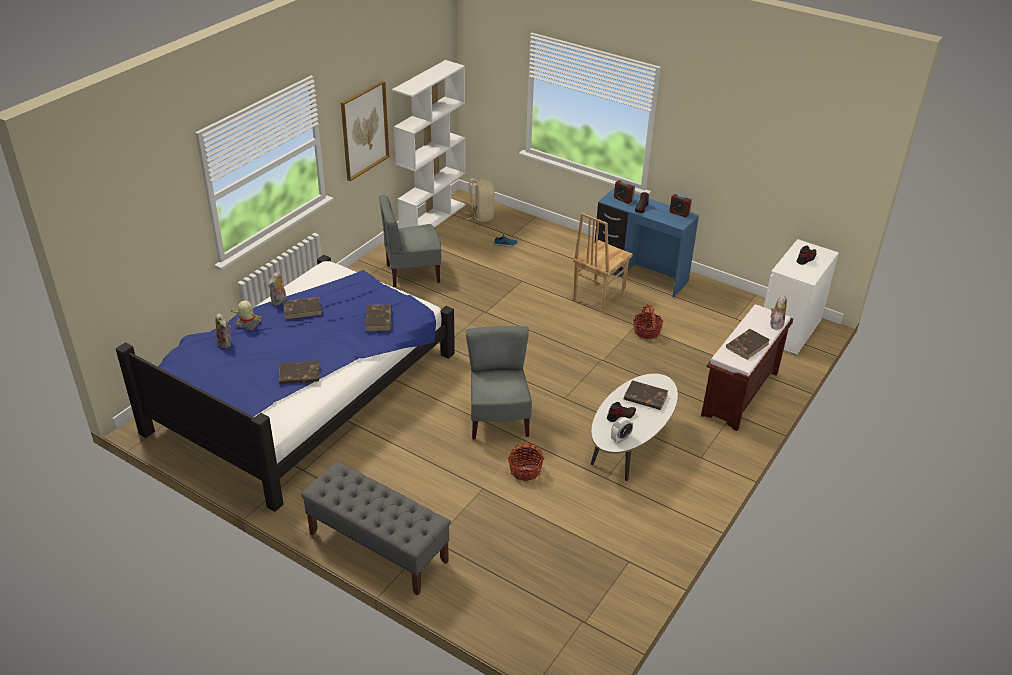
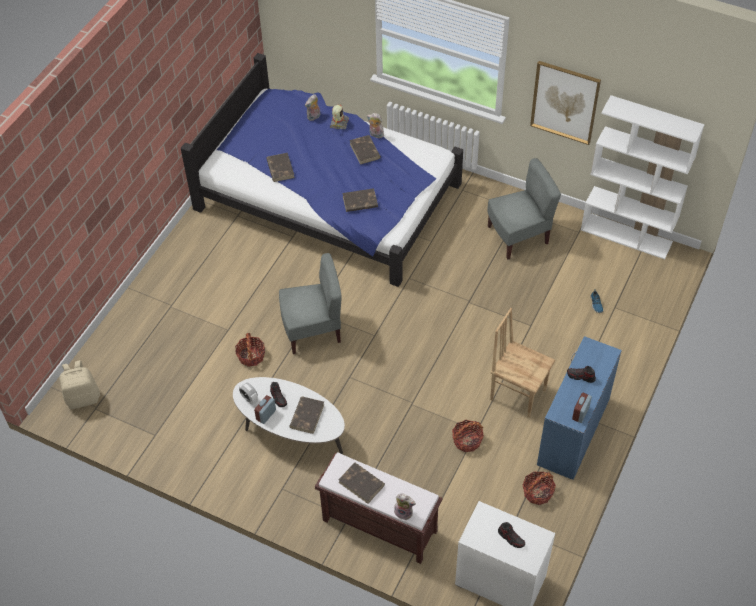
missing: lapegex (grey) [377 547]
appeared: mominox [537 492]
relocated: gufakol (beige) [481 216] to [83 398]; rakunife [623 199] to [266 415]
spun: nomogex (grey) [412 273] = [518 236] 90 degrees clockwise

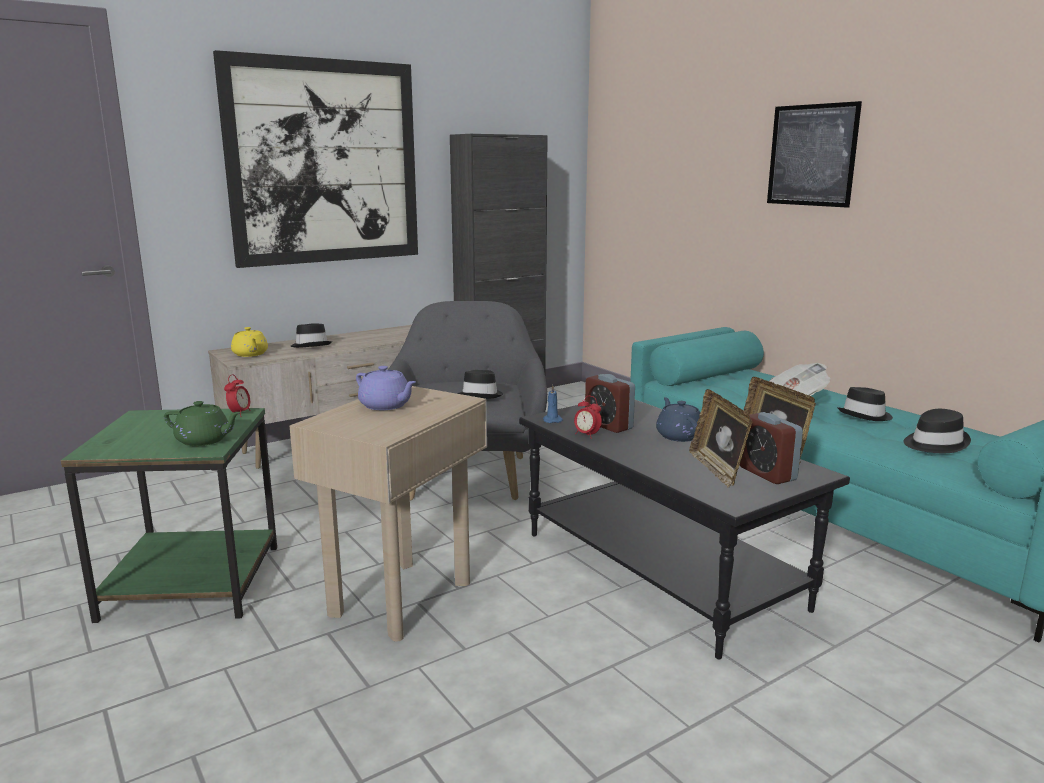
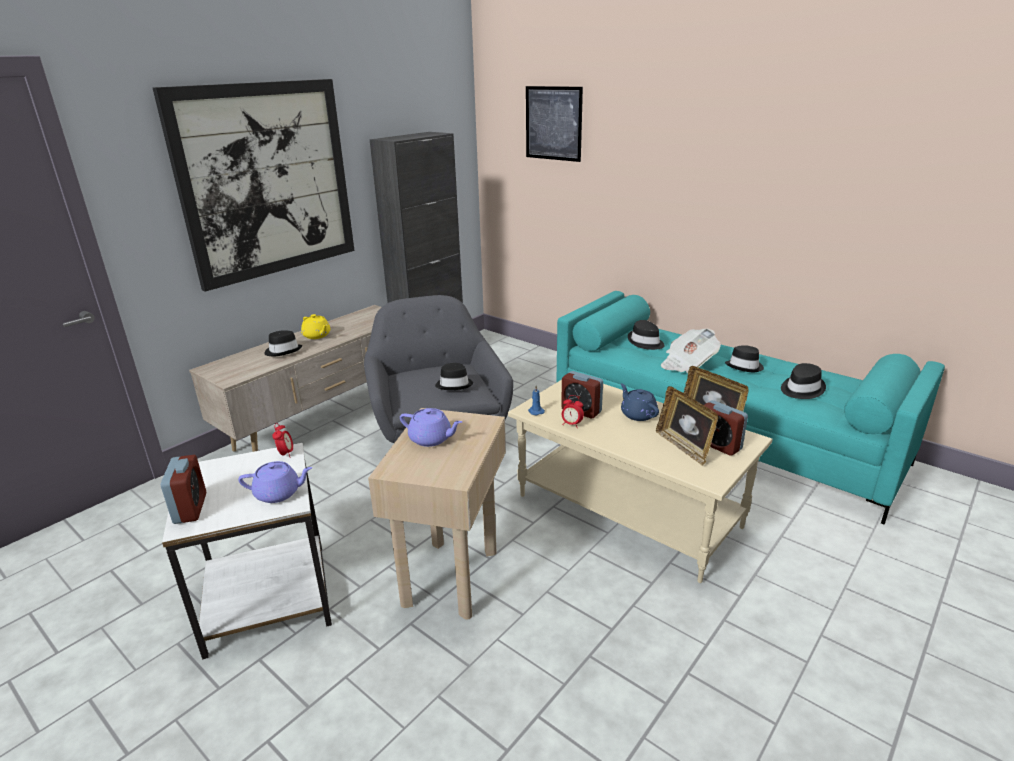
appeared: rakunife [190 508]; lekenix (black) [645 342]
relocated: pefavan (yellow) [250 354] to [317 336]; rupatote [812 155] to [553 123]
colour: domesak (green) [191 581] to domesak (white) [266 597]; pefavan (green) [204 440] to pefavan (purple) [279 493]; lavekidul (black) [662 570] to lavekidul (beige) [629 510]

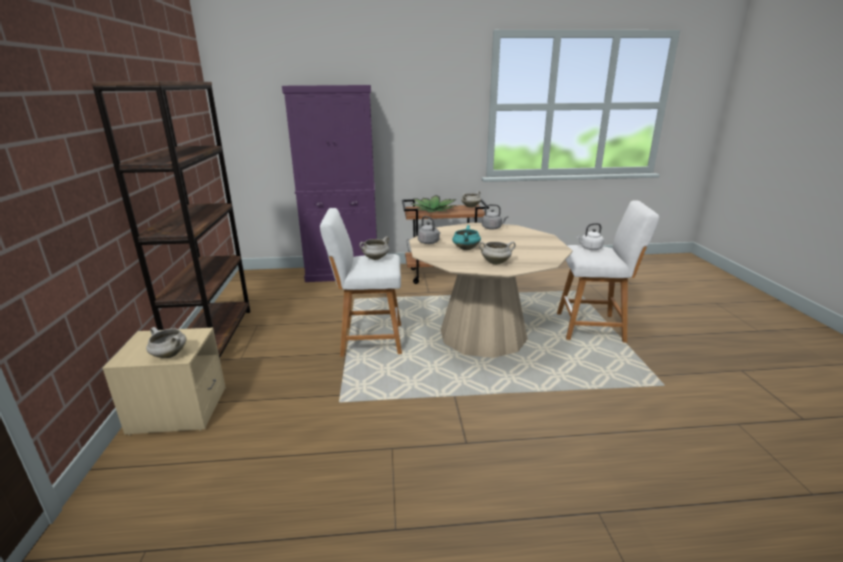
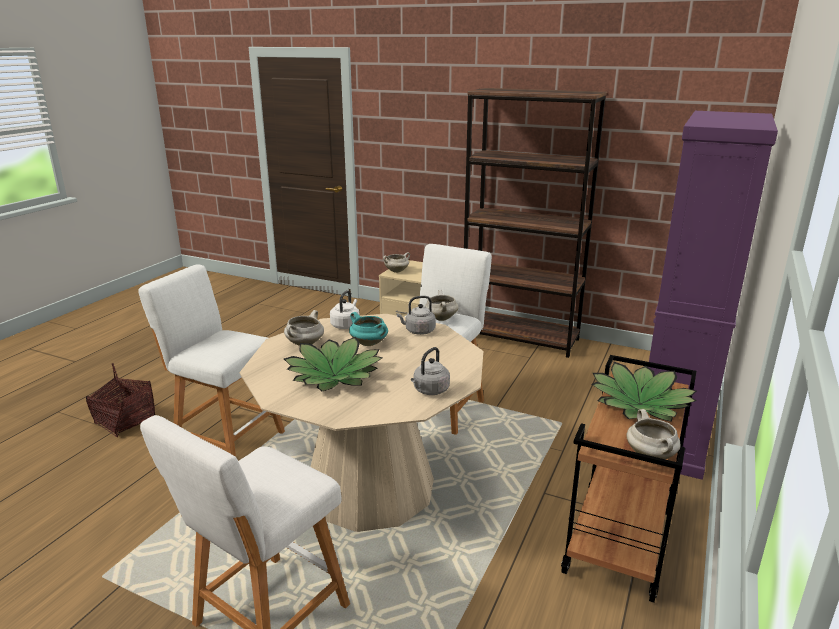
appeared: mominox [125 421]; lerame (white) [226 440]; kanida [334 375]
relocated: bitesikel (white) [590 248] to [346 325]

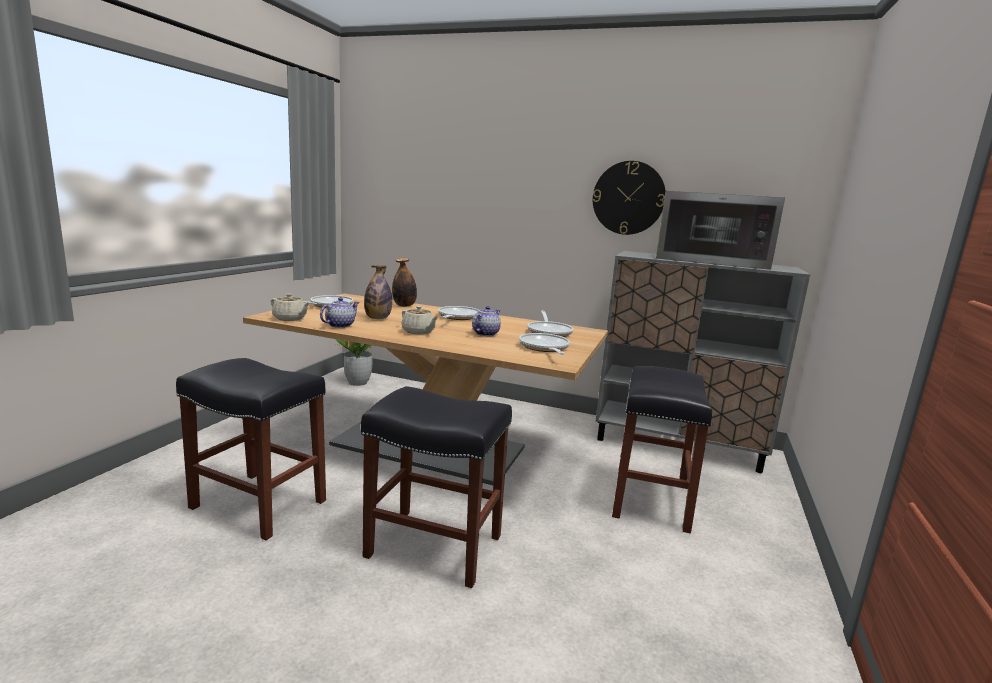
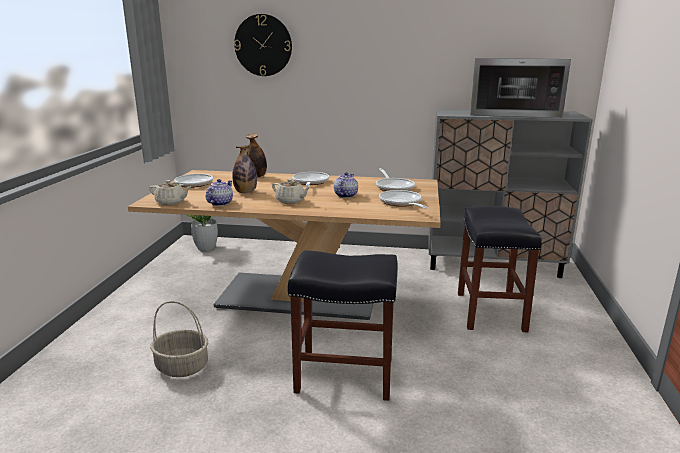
relocated: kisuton [628 198] to [263 45]
exchanged: lerame (black) [257 504] to mominox [181 367]

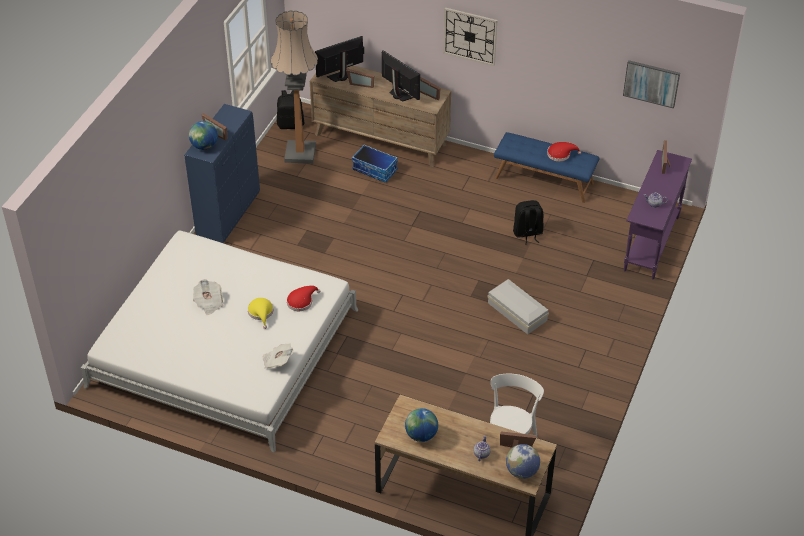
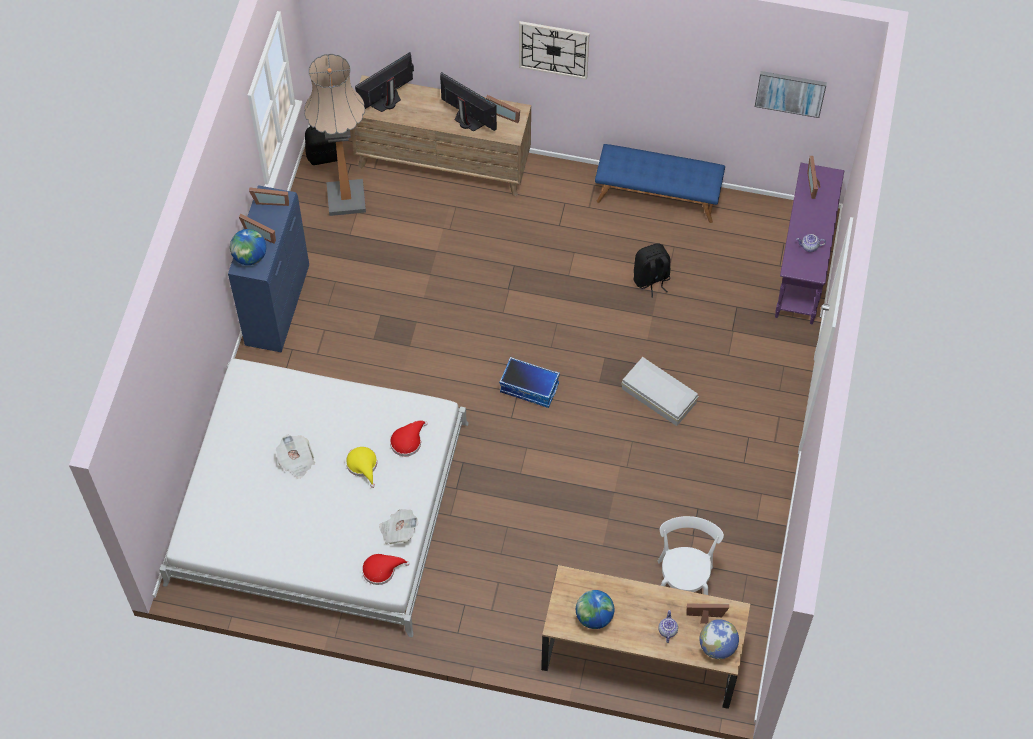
relocated: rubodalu [361 83] to [271 200]; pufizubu [375 170] to [530 388]; lekenix (red) [560 154] to [381 569]

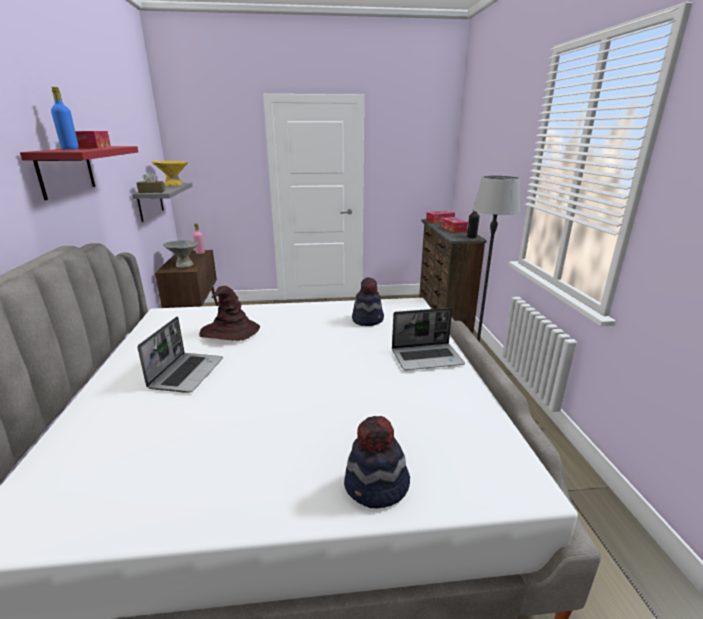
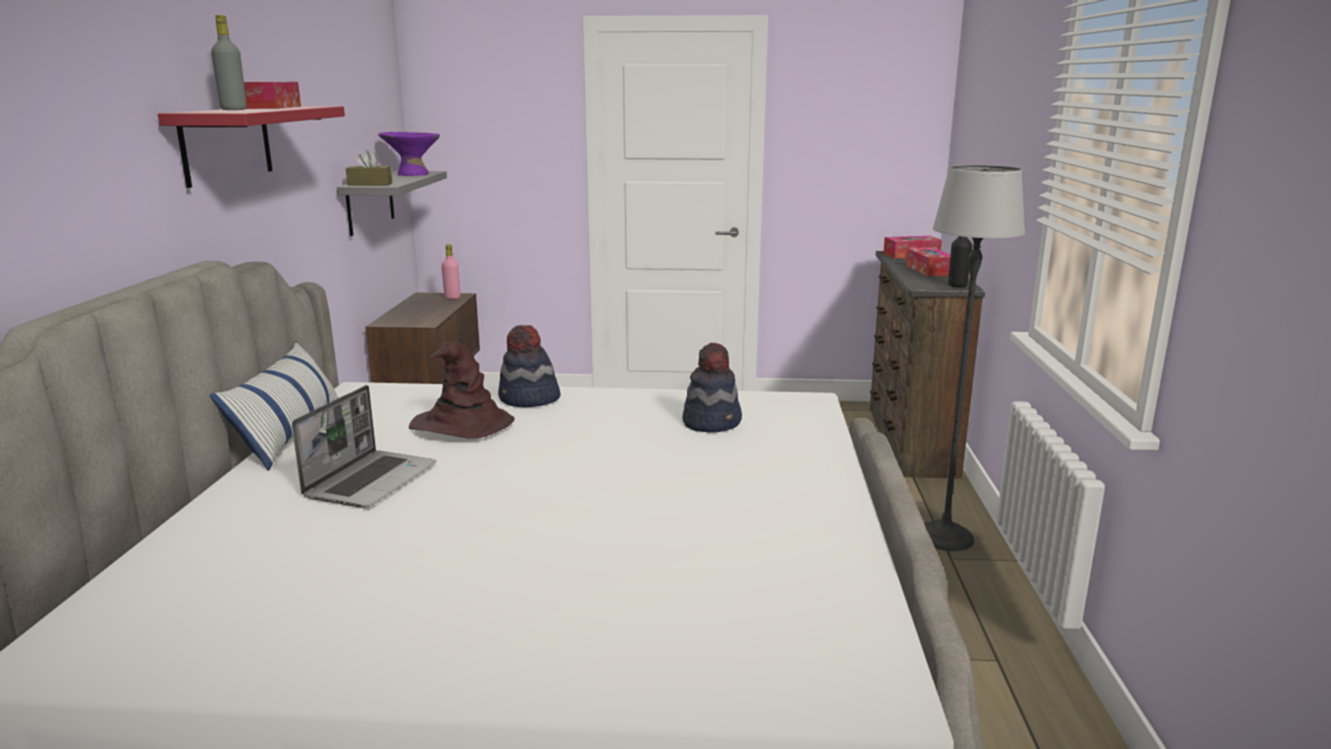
missing: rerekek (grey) [184 265]; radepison [427 357]
appeared: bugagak [290 434]
relocated: lekenix [376 487] to [529 399]
colour: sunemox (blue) [70 149] to sunemox (grey) [234 109]; rerekek (yellow) [173 185] to rerekek (purple) [413 174]

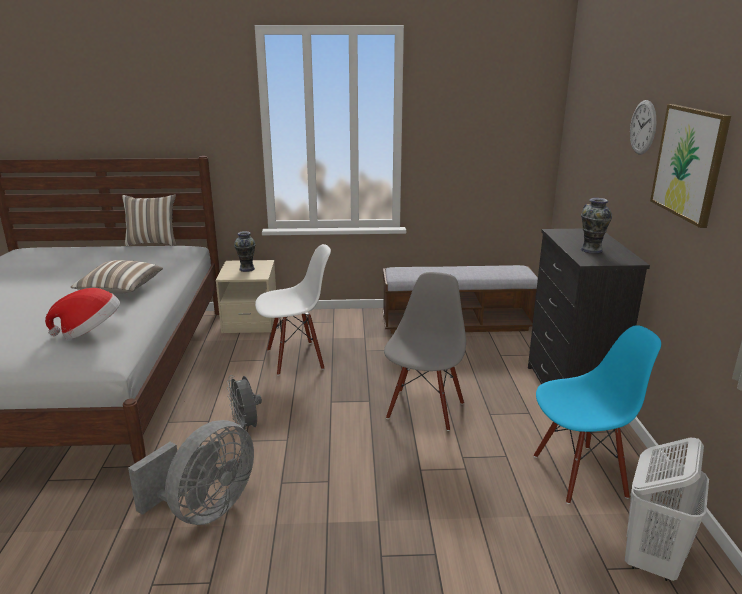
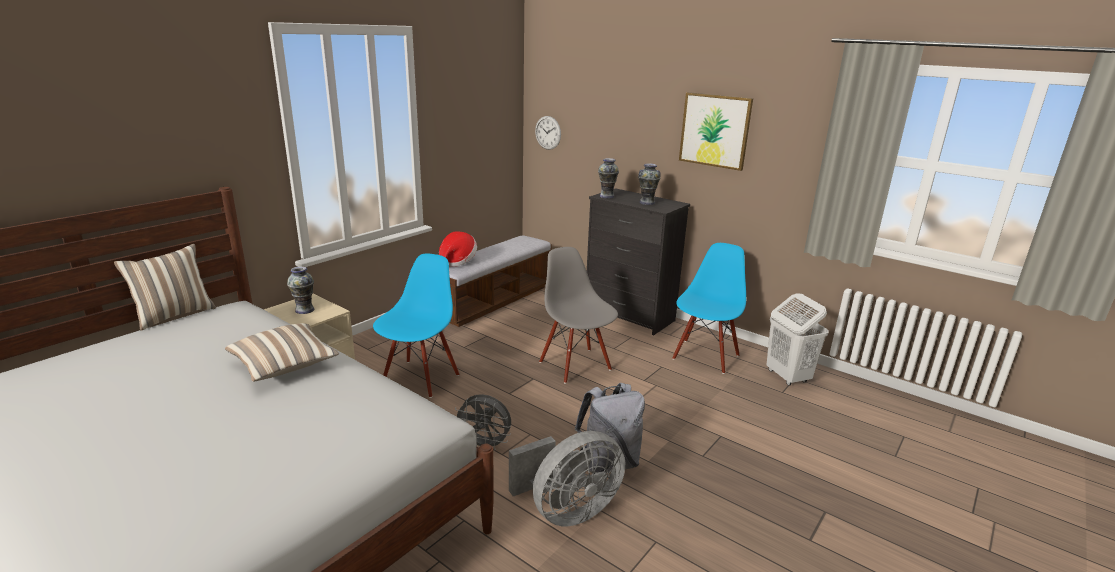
appeared: gufakol (grey) [609 462]; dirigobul [607 196]
relocated: lekenix [90 332] to [457 261]; kisuton [643 127] to [548 132]
colour: nomogex (white) [295 358] to nomogex (blue) [420 378]
spun: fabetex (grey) [204 509] = [567 511] 75 degrees clockwise

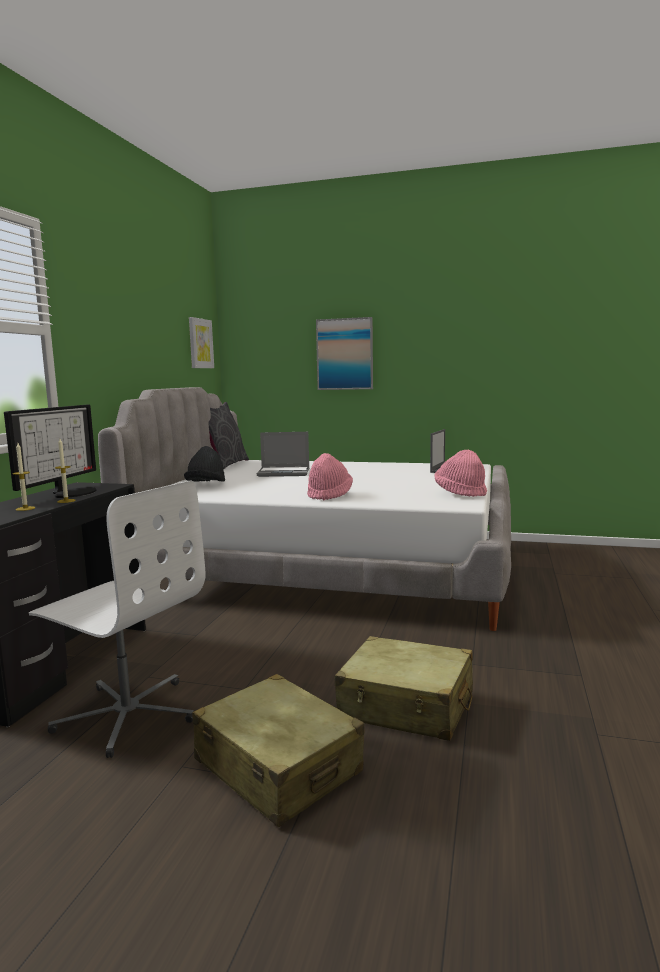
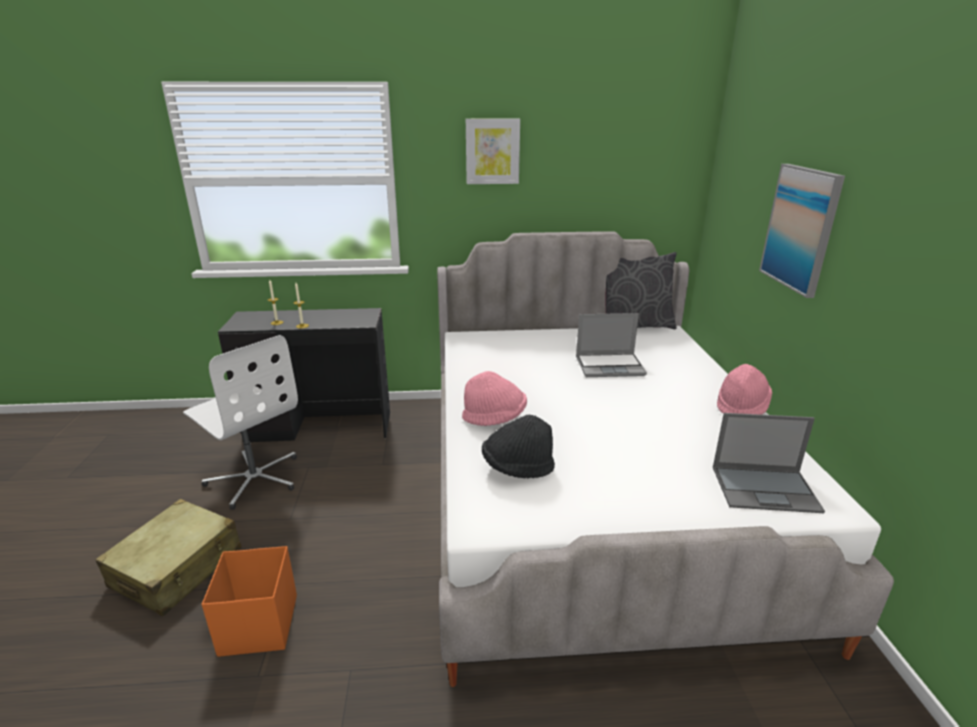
missing: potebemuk [71 492]
relocated: lekenix (black) [206 485] to [517 468]; rupatote [200 343] to [492 151]; lekenix (pink) [460 492] to [741 407]
exchanged: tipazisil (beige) [406 706] to pufizubu (orange) [258 626]
spun: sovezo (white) [127 714] = [255 478] 60 degrees counterclockwise; radepison [284 473] = [610 366] 75 degrees counterclockwise

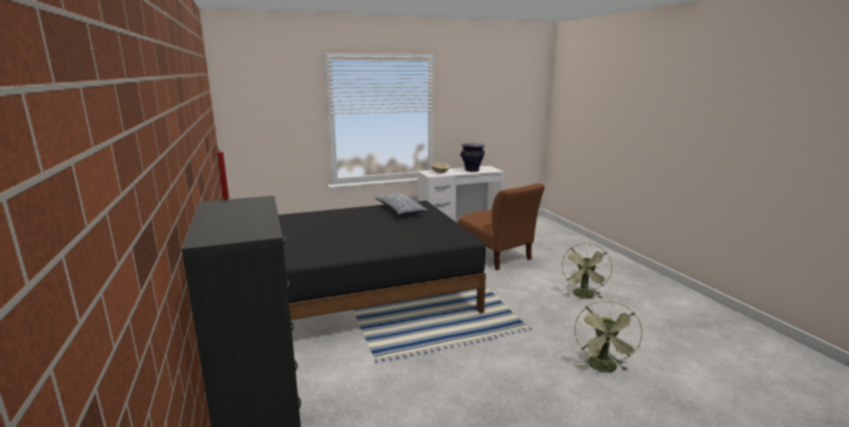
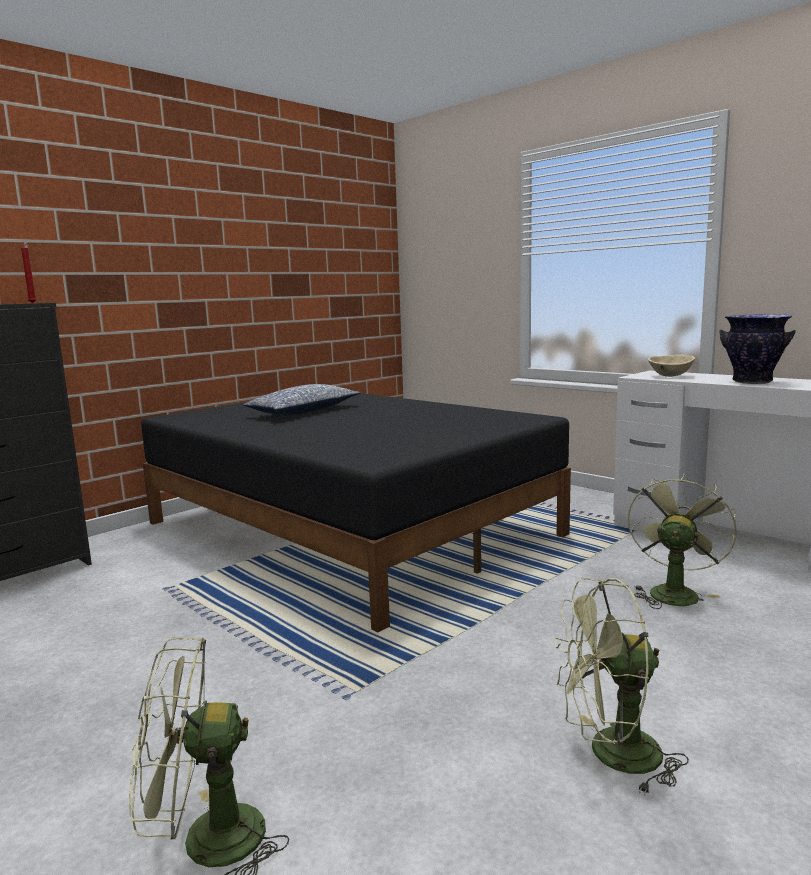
relocated: bugagak [400 211] to [303 411]
exchanged: nomogex (brown) [496 256] to fabetex (green) [673 592]

